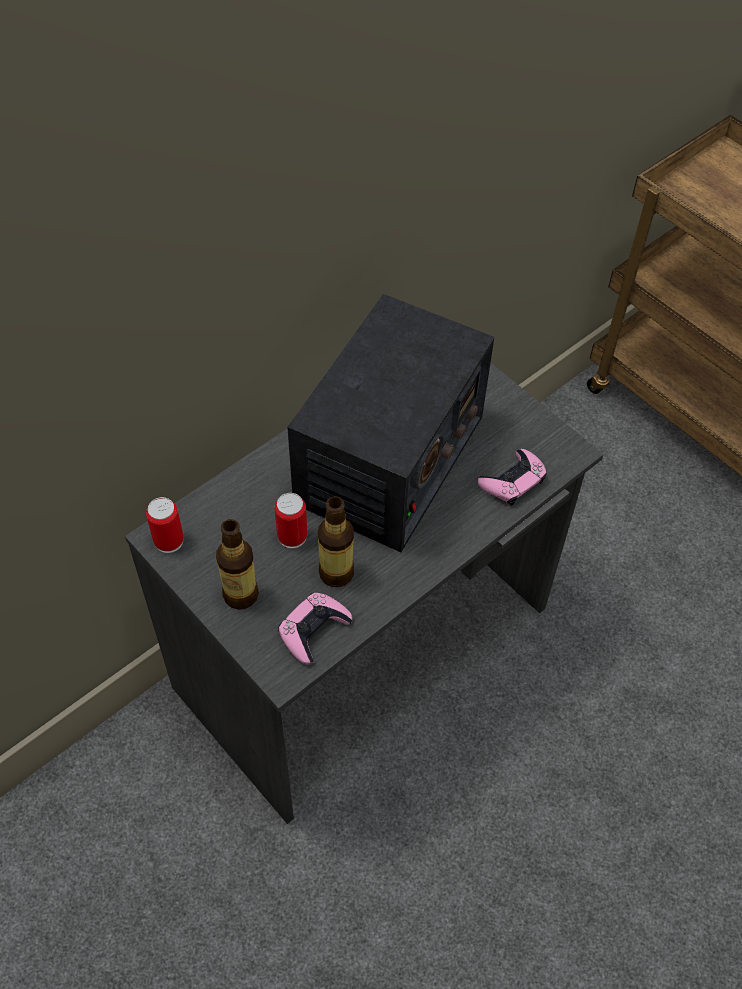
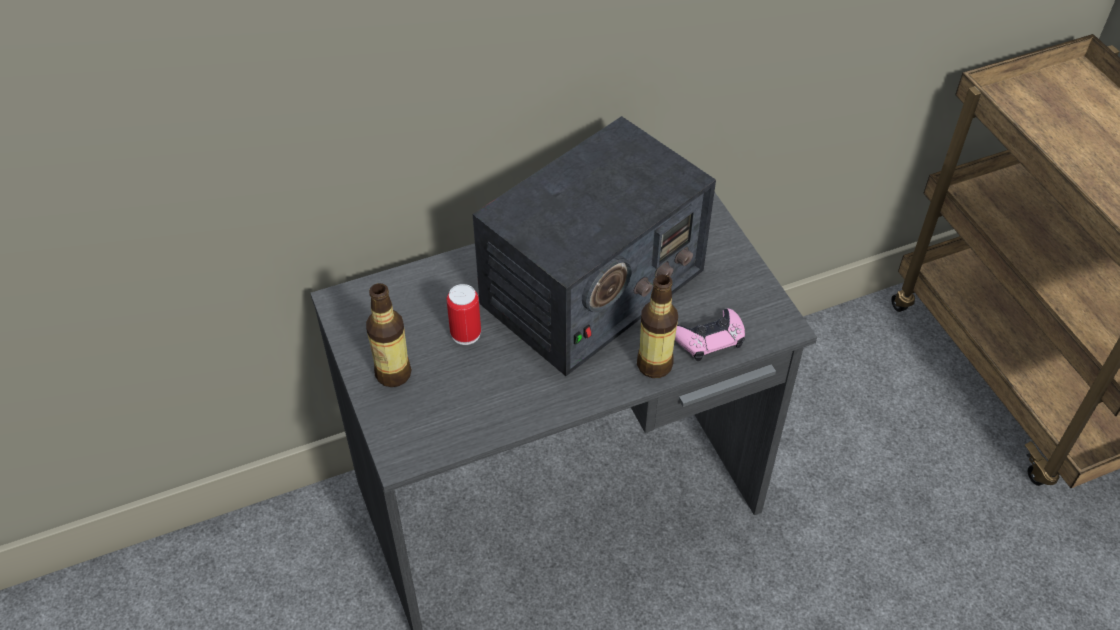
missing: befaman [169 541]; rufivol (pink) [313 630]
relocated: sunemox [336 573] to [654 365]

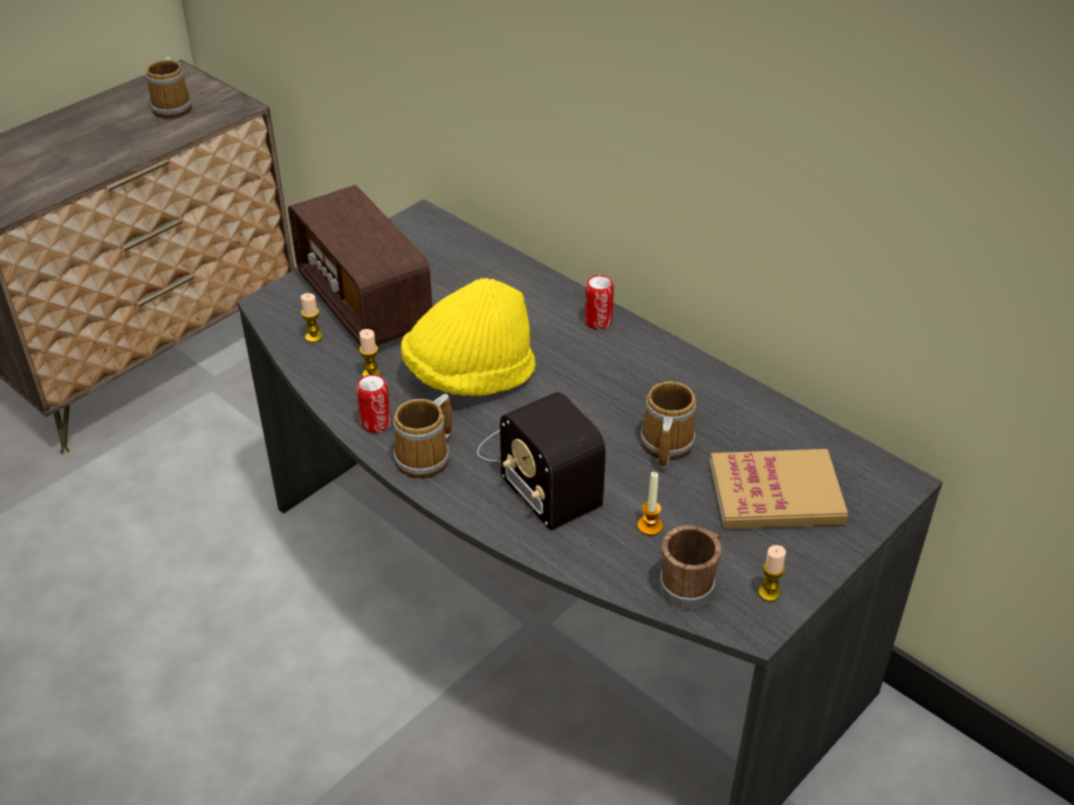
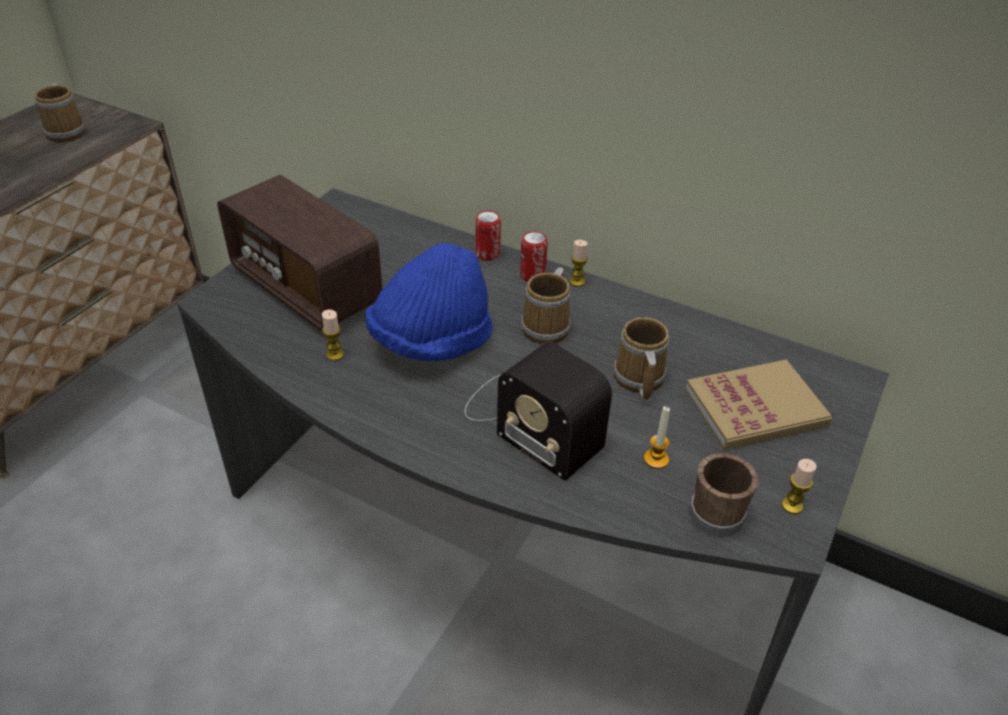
relocated: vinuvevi [313 337] to [577 281]; befaman [376 423] to [487 254]; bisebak [426 458] to [548 327]
colour: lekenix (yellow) [469 375] to lekenix (blue) [431 341]

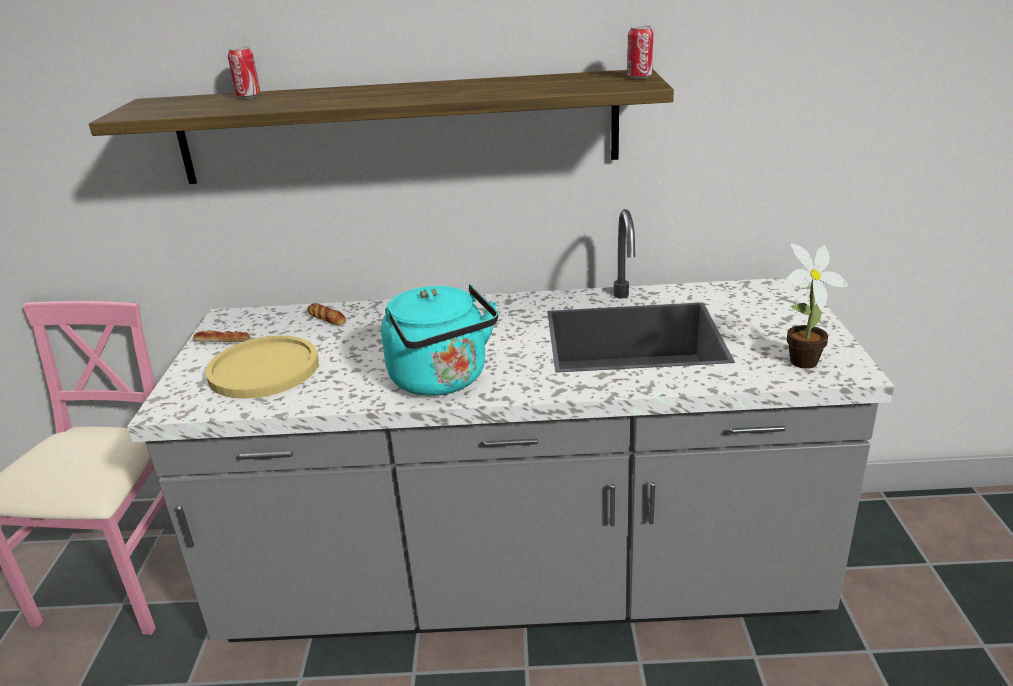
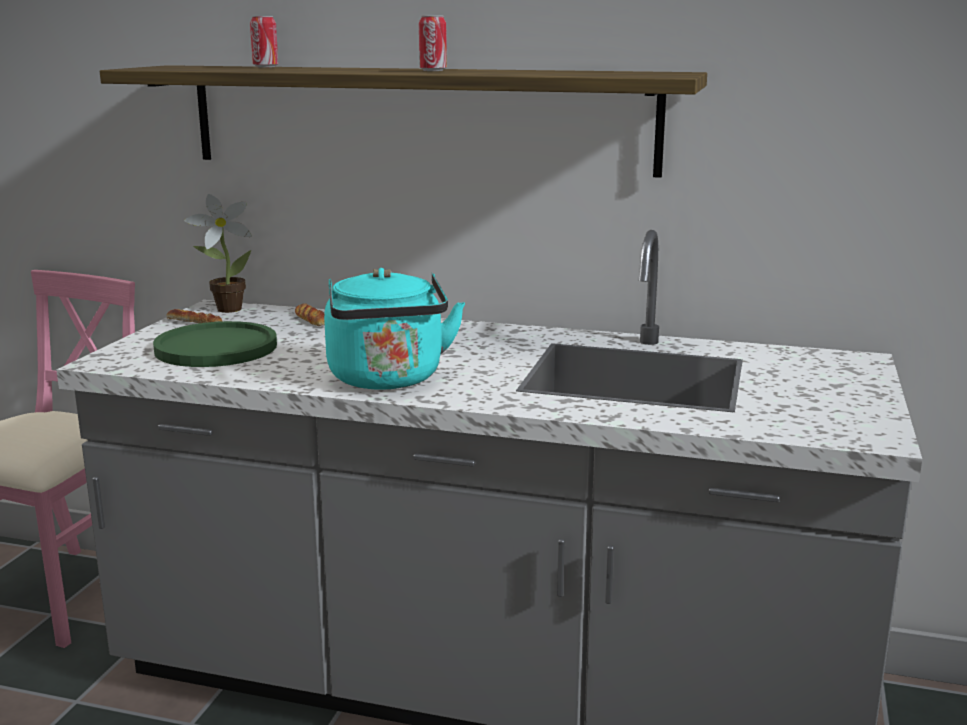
relocated: befaman [639 77] to [433 70]; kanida [799 363] to [225 309]
colour: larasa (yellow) [264 369] to larasa (green) [216 348]

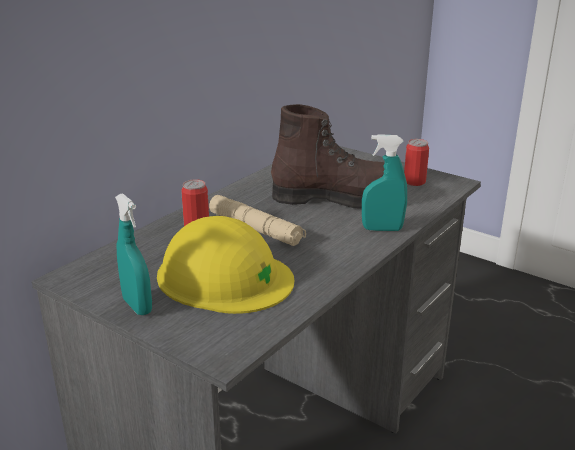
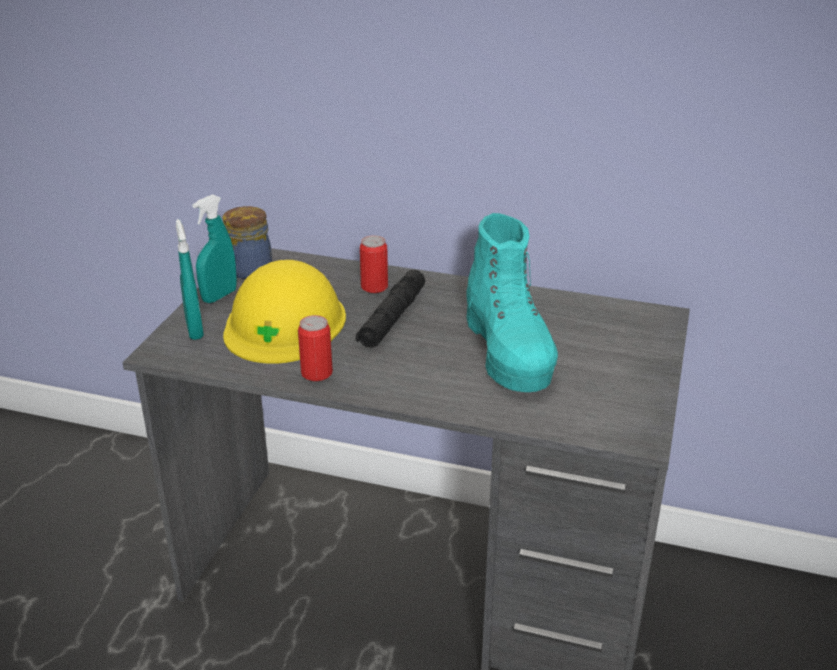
appeared: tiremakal [248 269]
relocated: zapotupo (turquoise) [382 229] to [194 330]; befaman [414 182] to [317 373]
colour: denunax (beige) [255 229] to denunax (black) [392 318]; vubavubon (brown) [337 198] to vubavubon (turquoise) [508 352]

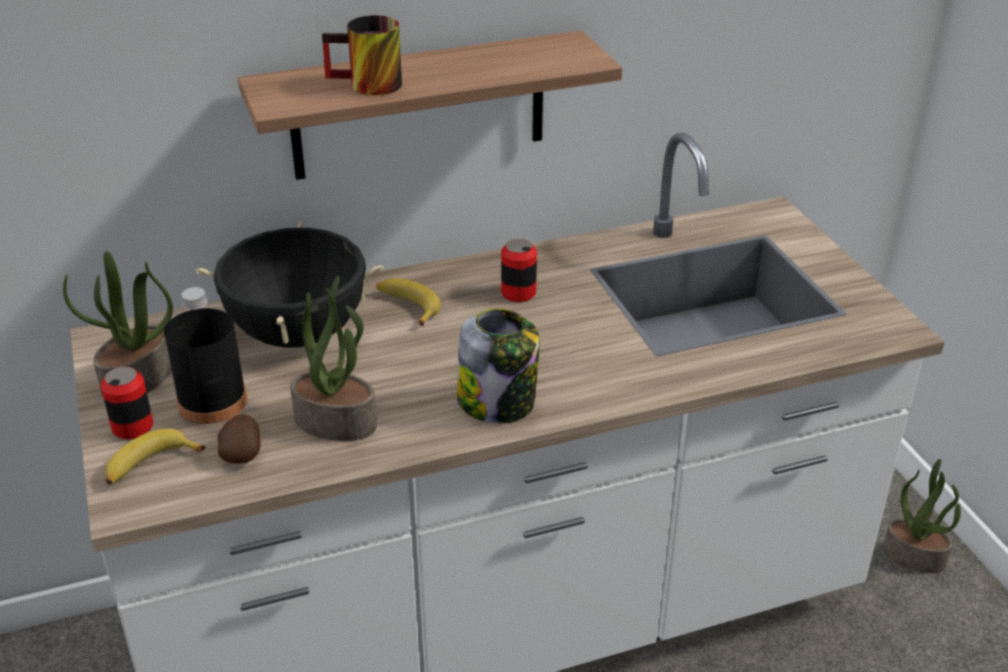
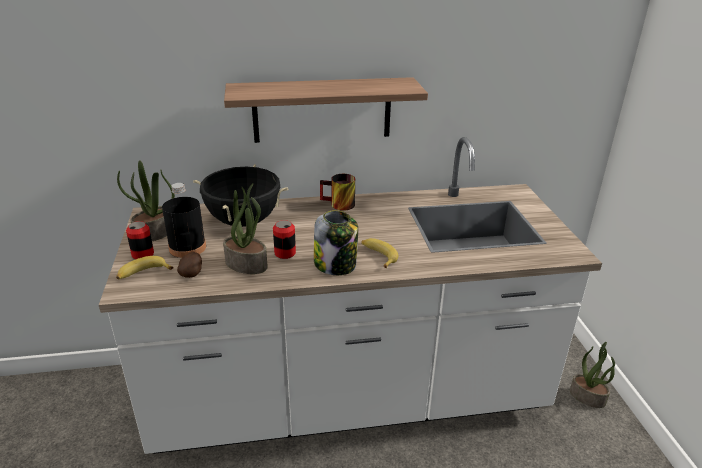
relocated: bisebak [366 86] to [338 205]; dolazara [407 306] to [378 256]; befaman [518 293] to [285 253]

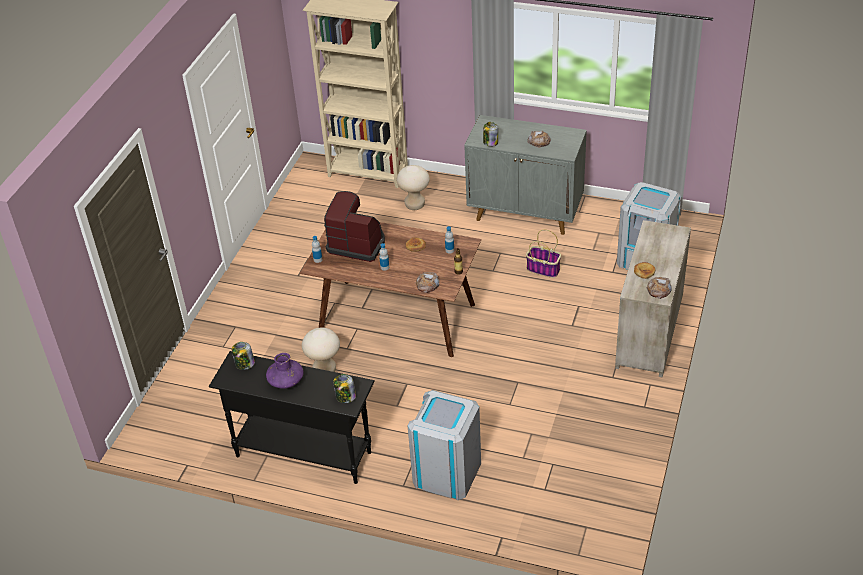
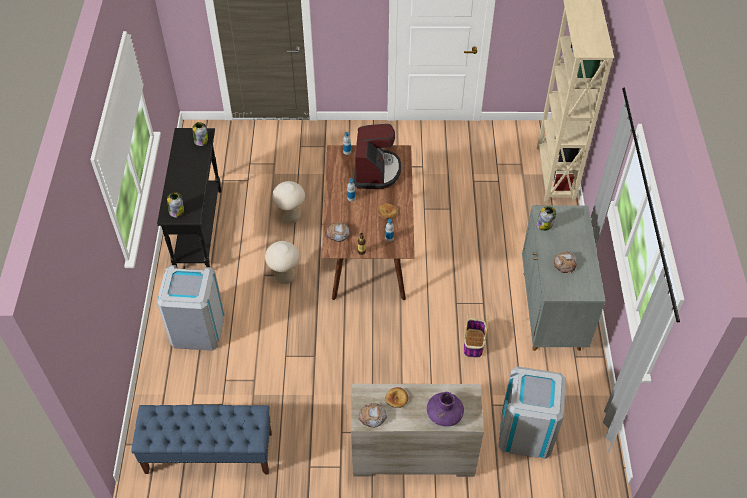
appeared: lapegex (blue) [208 453]
relocated: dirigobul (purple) [286 381] to [444 414]; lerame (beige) [415 205] to [284 277]

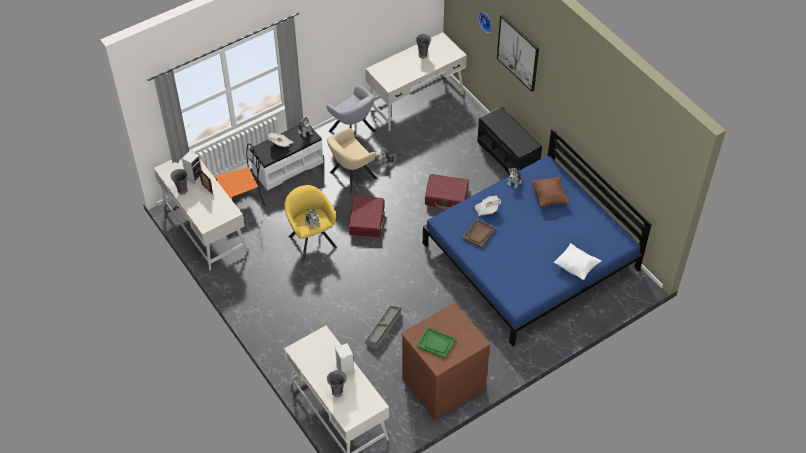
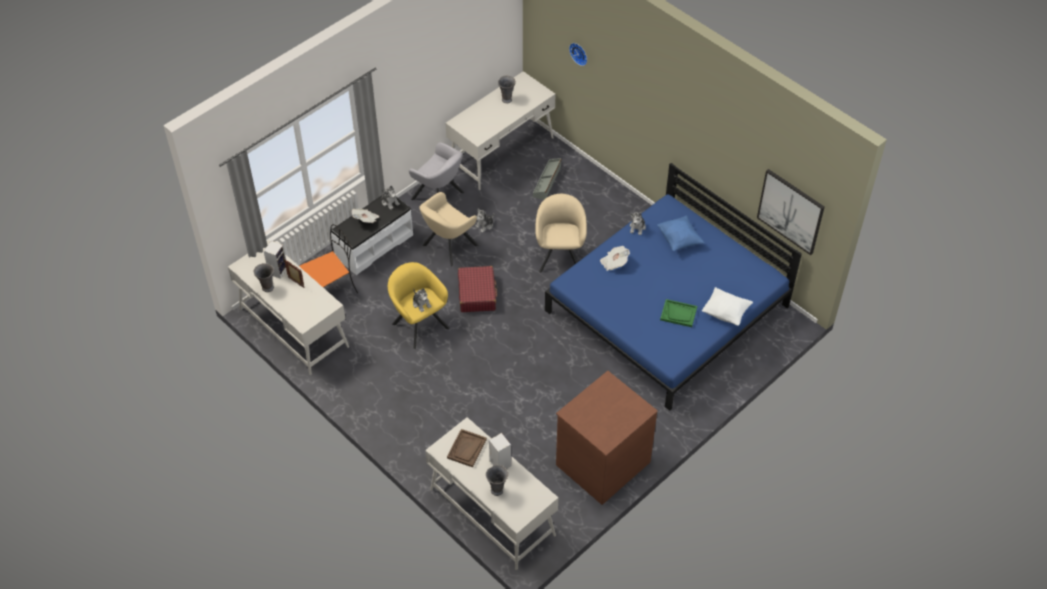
missing: lapegex (black) [508 155]
relocated: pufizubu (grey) [383 329] to [547 182]; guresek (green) [436 343] to [678 314]; guresek (brown) [479 234] to [466 449]; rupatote [518 52] to [790 211]
exchanged: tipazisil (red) [446 197] to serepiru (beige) [560 255]
colour: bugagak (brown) [549 197] to bugagak (blue) [679 240]

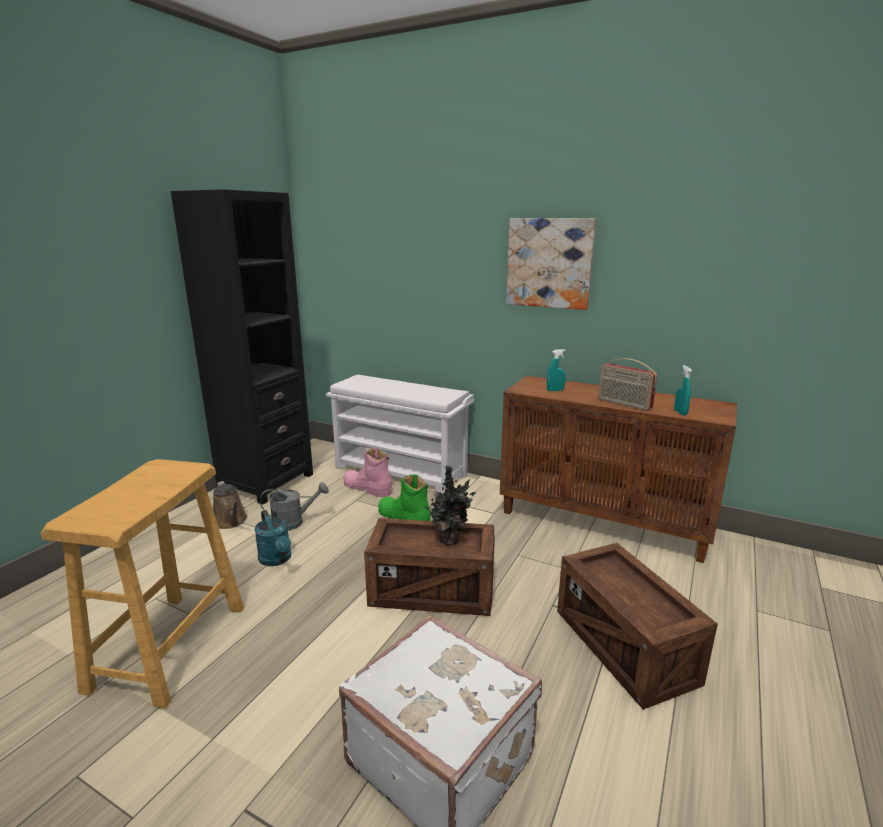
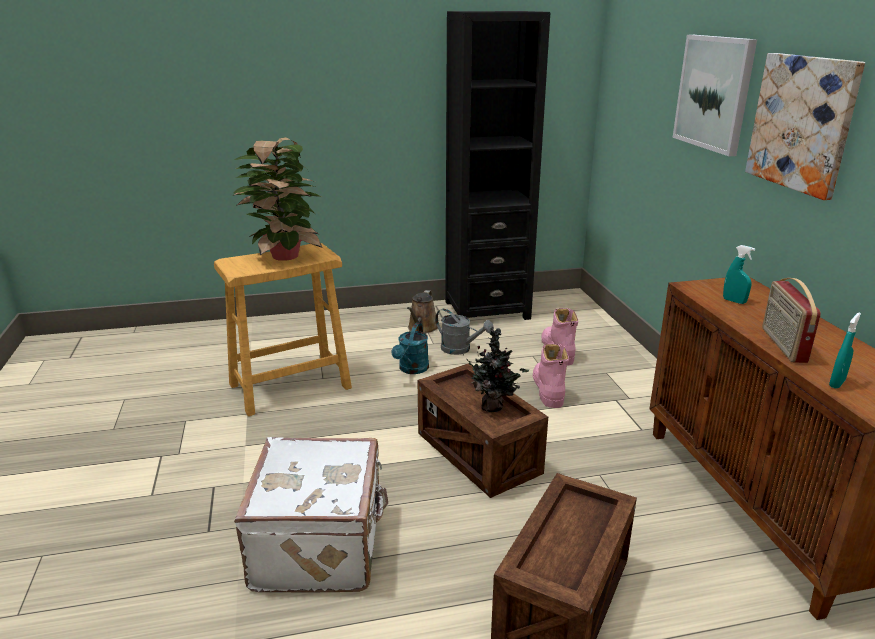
missing: lapegex (white) [401 471]
appeared: kanida [283 257]; rupatote [714 93]
colour: vubavubon (green) [403 518] to vubavubon (pink) [548 389]

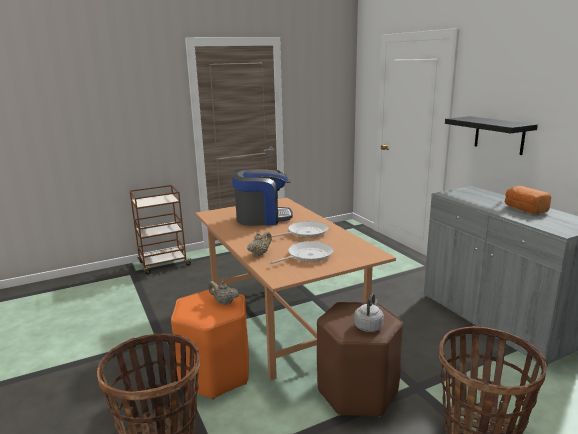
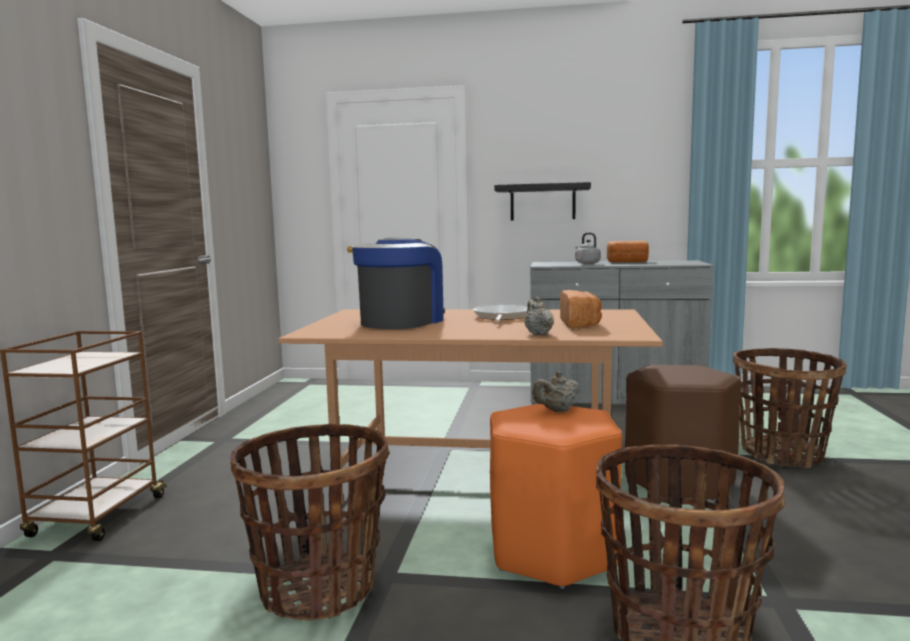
appeared: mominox [318 588]
relocated: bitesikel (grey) [369 326] to [586 263]
exchanged: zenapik [307 256] to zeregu [580 323]

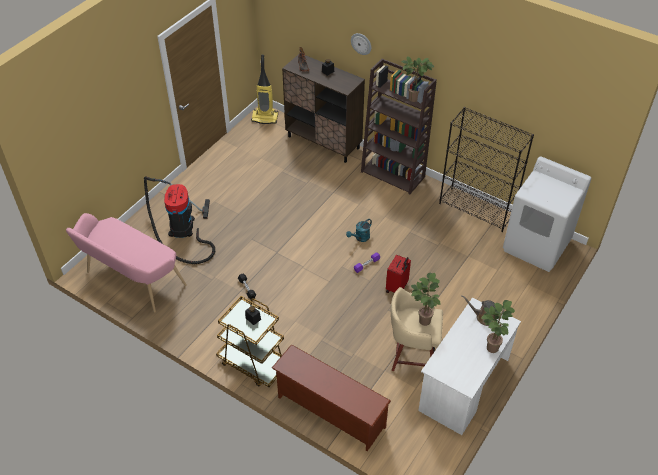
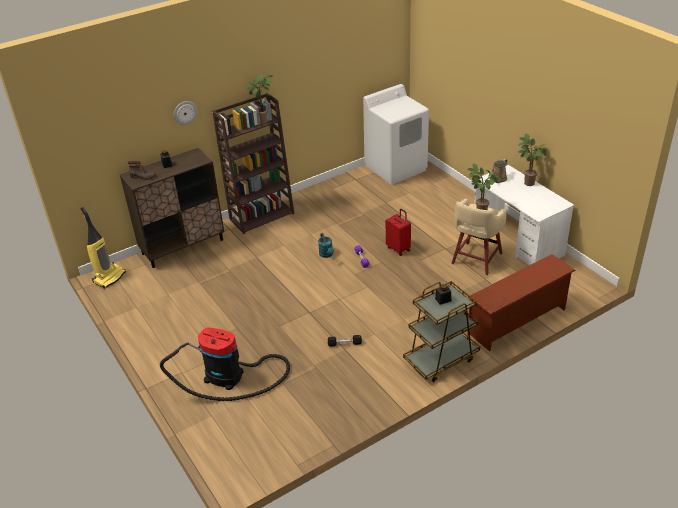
missing: lapegex (pink) [131 281]; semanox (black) [477 209]

